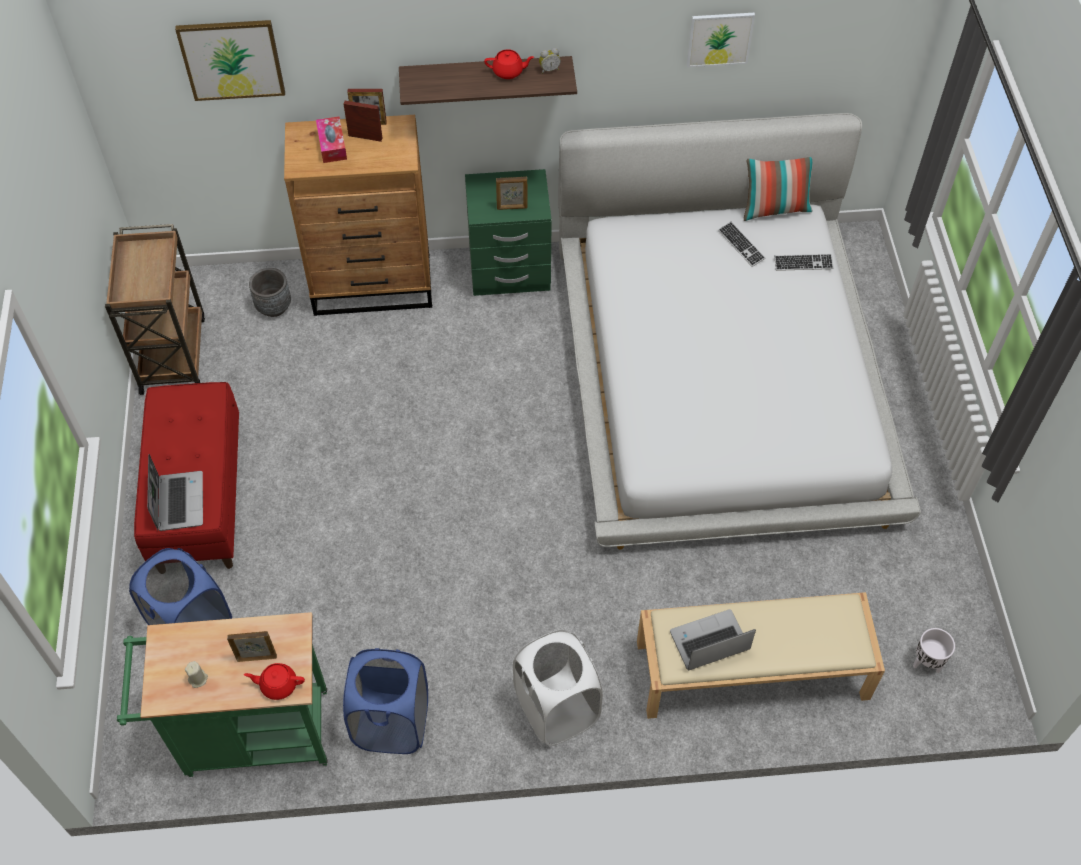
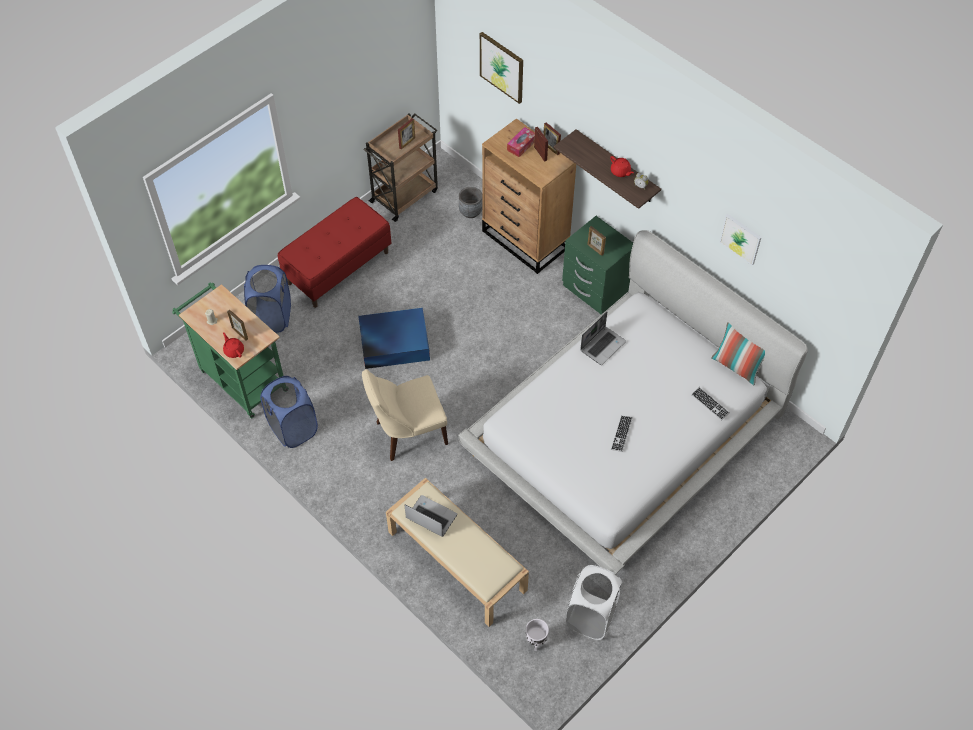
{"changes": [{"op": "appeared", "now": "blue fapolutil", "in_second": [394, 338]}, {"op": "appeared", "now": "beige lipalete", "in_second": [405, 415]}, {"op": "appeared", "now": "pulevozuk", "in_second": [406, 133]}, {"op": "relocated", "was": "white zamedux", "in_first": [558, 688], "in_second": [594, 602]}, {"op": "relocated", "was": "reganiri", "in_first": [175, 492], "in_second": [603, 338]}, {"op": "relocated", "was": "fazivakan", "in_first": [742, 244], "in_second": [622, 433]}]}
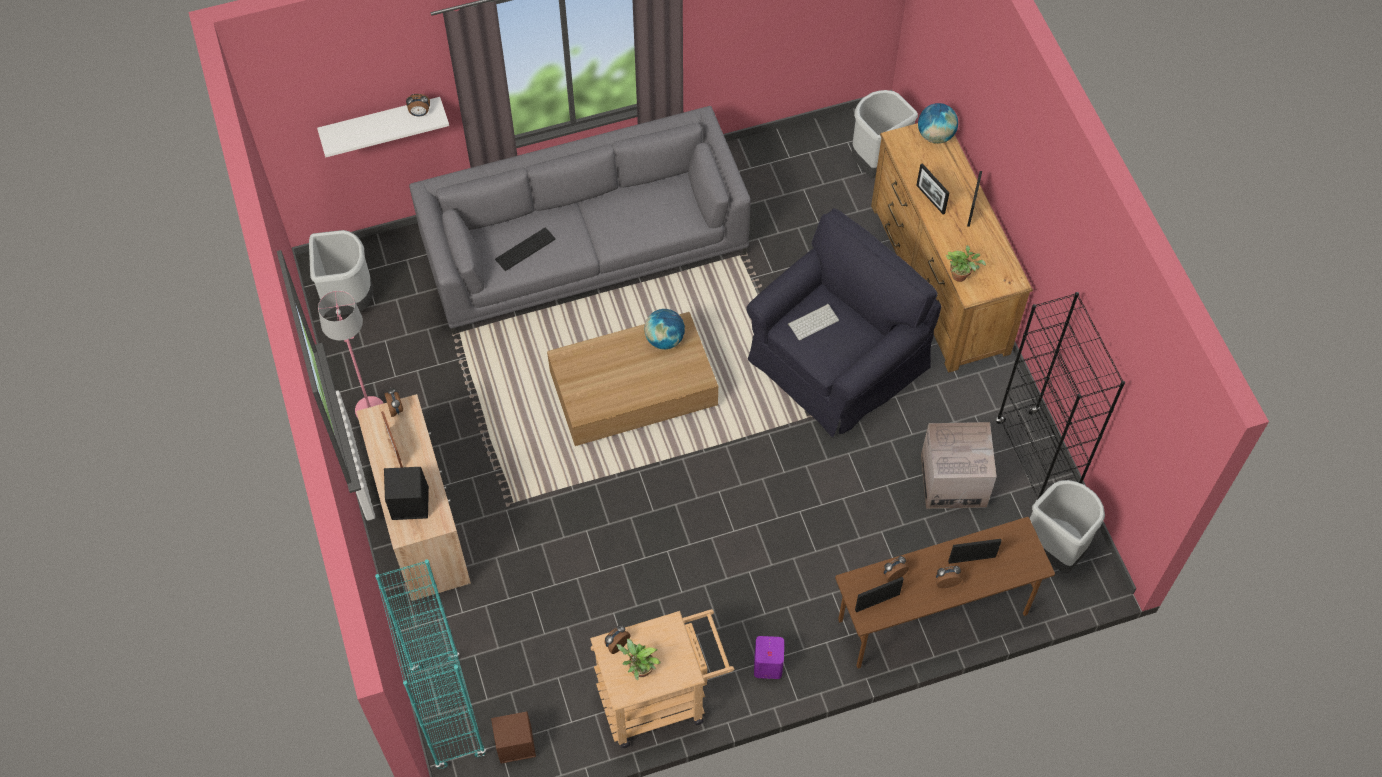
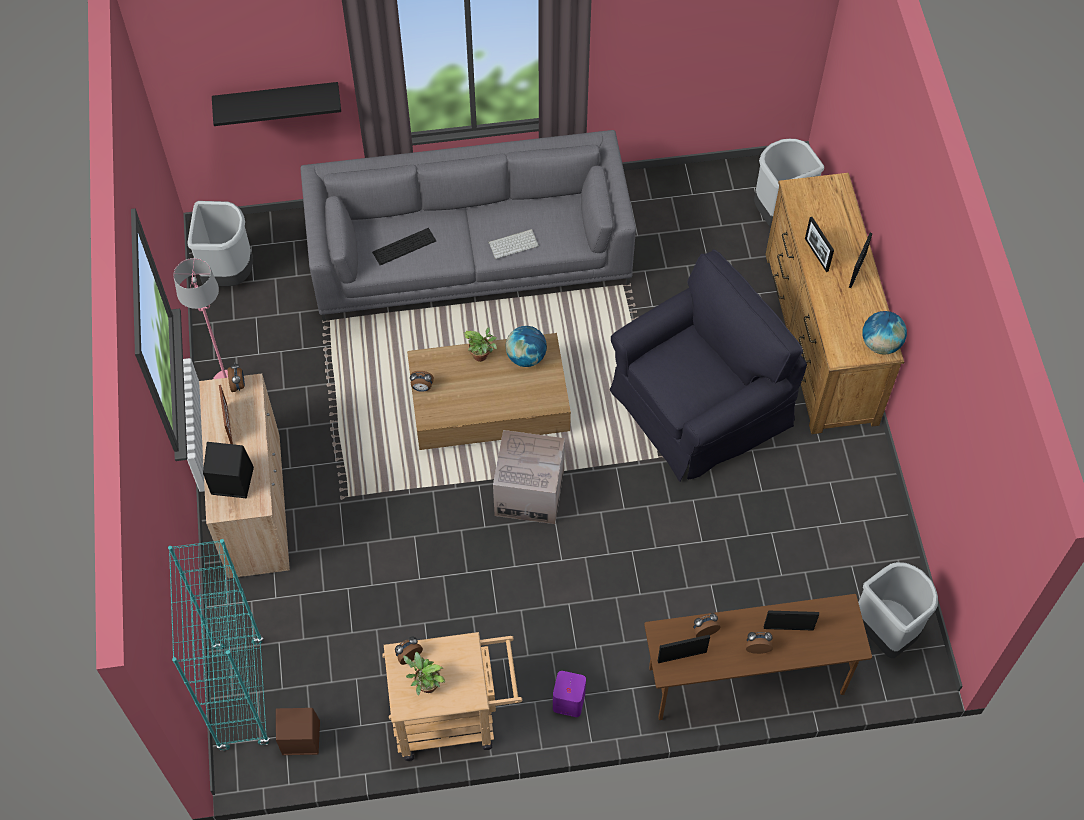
{"changes": [{"op": "colour", "was": "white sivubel", "now": "black sivubel", "in_first": [383, 127], "in_second": [276, 104]}, {"op": "relocated", "was": "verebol", "in_first": [418, 105], "in_second": [422, 381]}, {"op": "relocated", "was": "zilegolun", "in_first": [966, 263], "in_second": [480, 344]}, {"op": "relocated", "was": "fazivakan", "in_first": [813, 322], "in_second": [513, 244]}, {"op": "relocated", "was": "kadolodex", "in_first": [959, 465], "in_second": [529, 477]}, {"op": "relocated", "was": "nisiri", "in_first": [938, 123], "in_second": [884, 333]}, {"op": "missing", "was": "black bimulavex", "in_first": [1060, 397]}]}
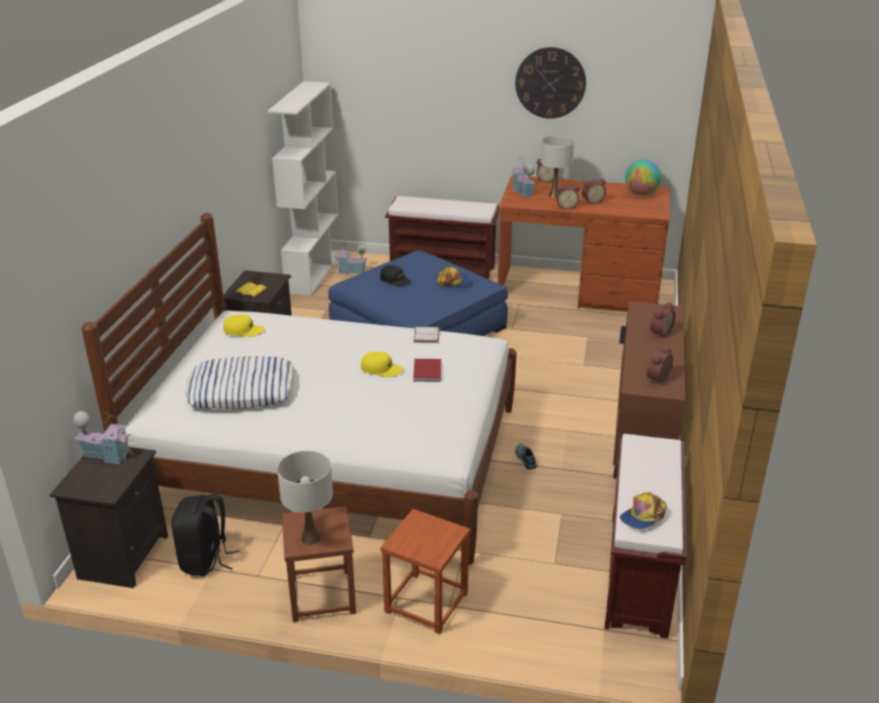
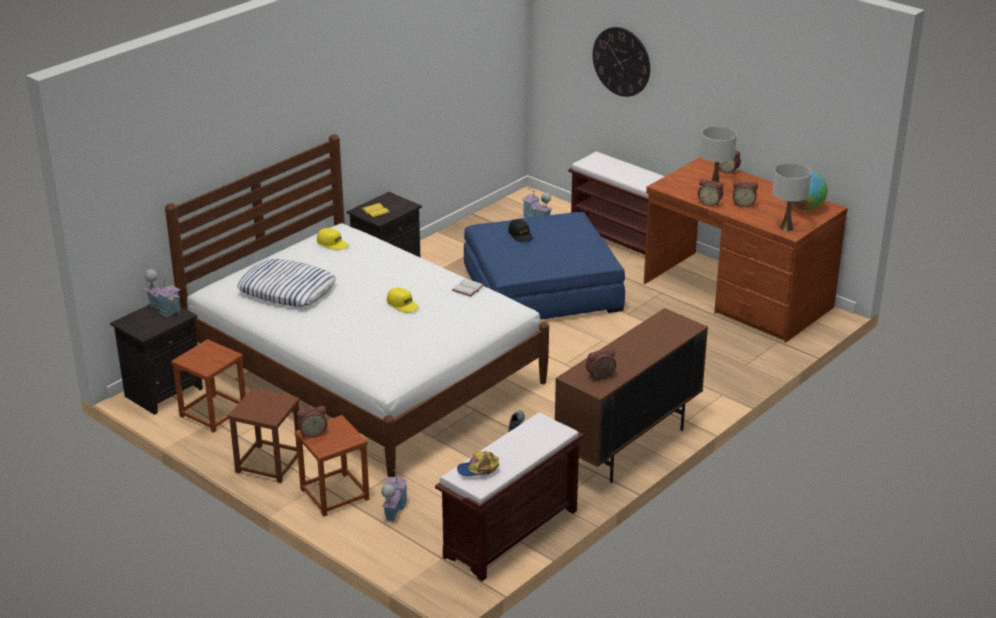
{"changes": [{"op": "exchanged", "was": "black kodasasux", "now": "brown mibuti", "in_first": [205, 535], "in_second": [208, 386]}, {"op": "relocated", "was": "verebol", "in_first": [662, 320], "in_second": [312, 422]}, {"op": "relocated", "was": "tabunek", "in_first": [523, 177], "in_second": [394, 495]}, {"op": "relocated", "was": "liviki", "in_first": [550, 83], "in_second": [621, 62]}, {"op": "relocated", "was": "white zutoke", "in_first": [305, 498], "in_second": [791, 197]}, {"op": "missing", "was": "white bimulavex", "in_first": [303, 188]}, {"op": "missing", "was": "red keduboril", "in_first": [427, 370]}, {"op": "missing", "was": "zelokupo", "in_first": [454, 276]}]}
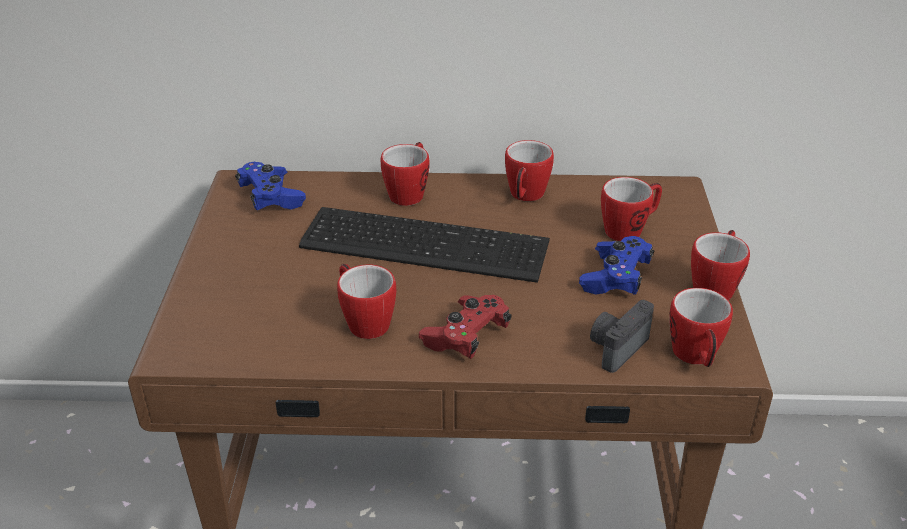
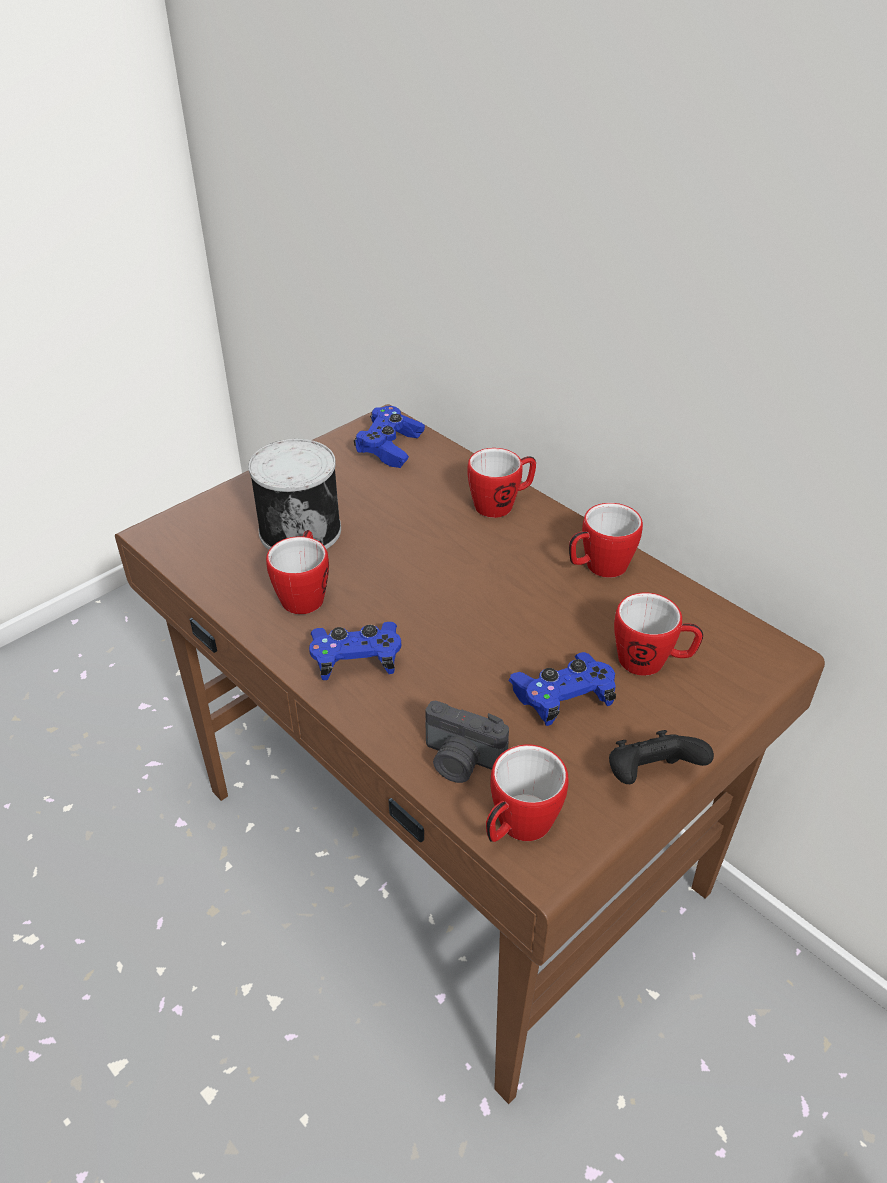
{"changes": [{"op": "appeared", "now": "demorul", "in_second": [294, 494]}, {"op": "colour", "was": "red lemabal", "now": "blue lemabal", "in_first": [465, 327], "in_second": [355, 651]}, {"op": "spun", "was": "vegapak", "in_first": [622, 336], "in_second": [467, 741], "clockwise": -150}, {"op": "exchanged", "was": "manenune", "now": "black lemabal", "in_first": [720, 265], "in_second": [661, 757]}, {"op": "missing", "was": "fazivakan", "in_first": [424, 245]}]}
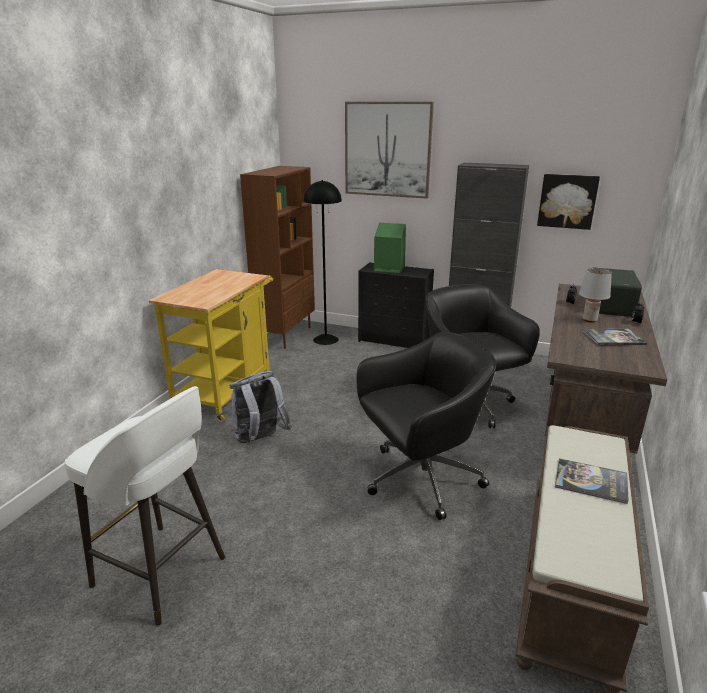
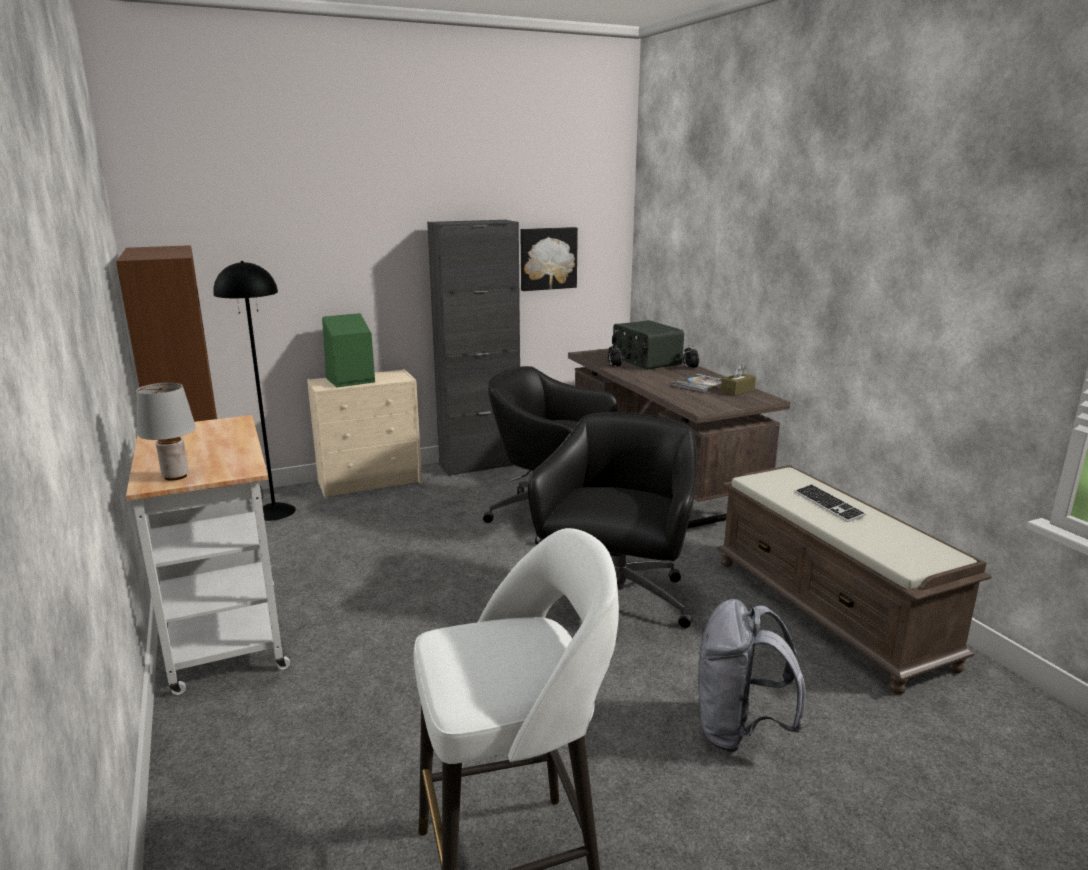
{"changes": [{"op": "colour", "was": "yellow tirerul", "now": "white tirerul", "in_first": [211, 345], "in_second": [208, 555]}, {"op": "relocated", "was": "grey zutoke", "in_first": [595, 295], "in_second": [166, 431]}, {"op": "colour", "was": "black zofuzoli", "now": "beige zofuzoli", "in_first": [396, 305], "in_second": [364, 434]}, {"op": "relocated", "was": "grey kodasasux", "in_first": [261, 407], "in_second": [752, 675]}, {"op": "appeared", "now": "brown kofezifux", "in_second": [738, 380]}, {"op": "exchanged", "was": "keduboril", "now": "fazivakan", "in_first": [592, 481], "in_second": [830, 503]}, {"op": "missing", "was": "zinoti", "in_first": [389, 150]}]}
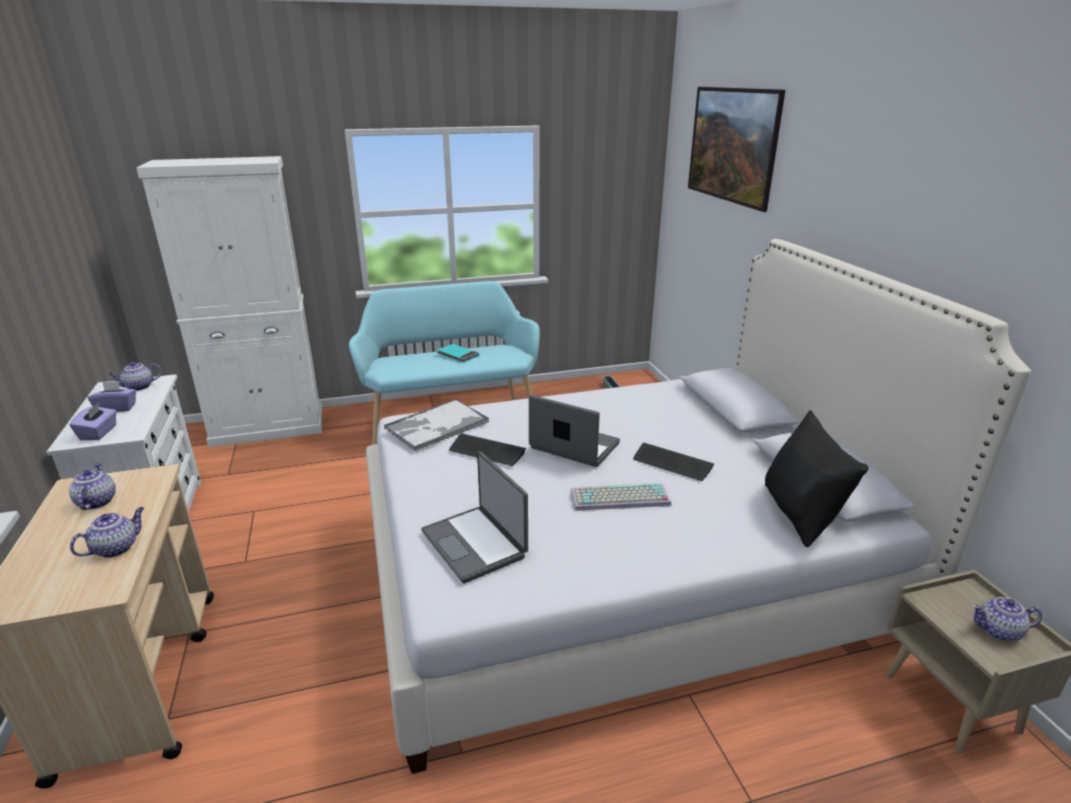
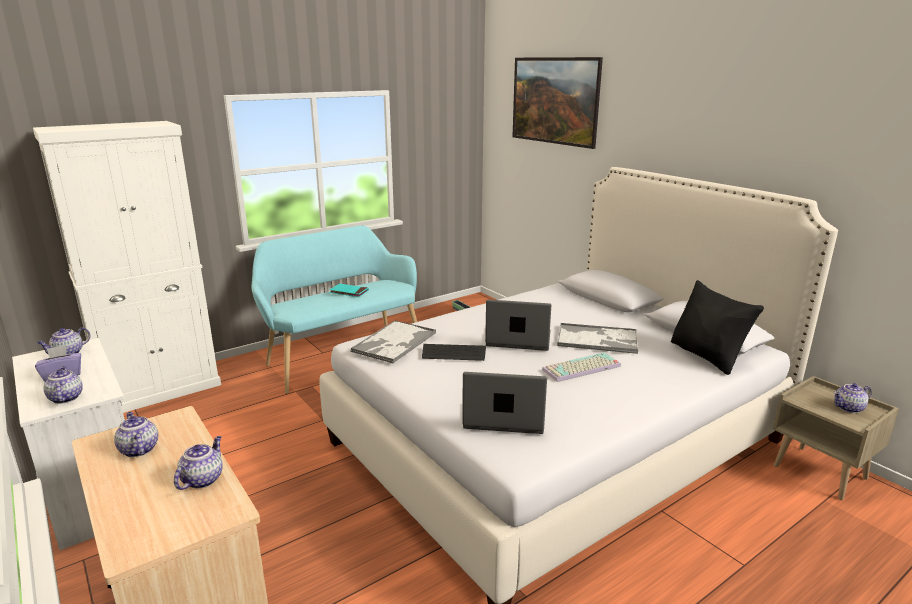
{"changes": [{"op": "exchanged", "was": "purple kofezifux", "now": "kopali", "in_first": [93, 421], "in_second": [63, 385]}, {"op": "spun", "was": "reganiri", "in_first": [474, 517], "in_second": [504, 403], "clockwise": 150}, {"op": "exchanged", "was": "fazivakan", "now": "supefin", "in_first": [673, 461], "in_second": [597, 338]}]}
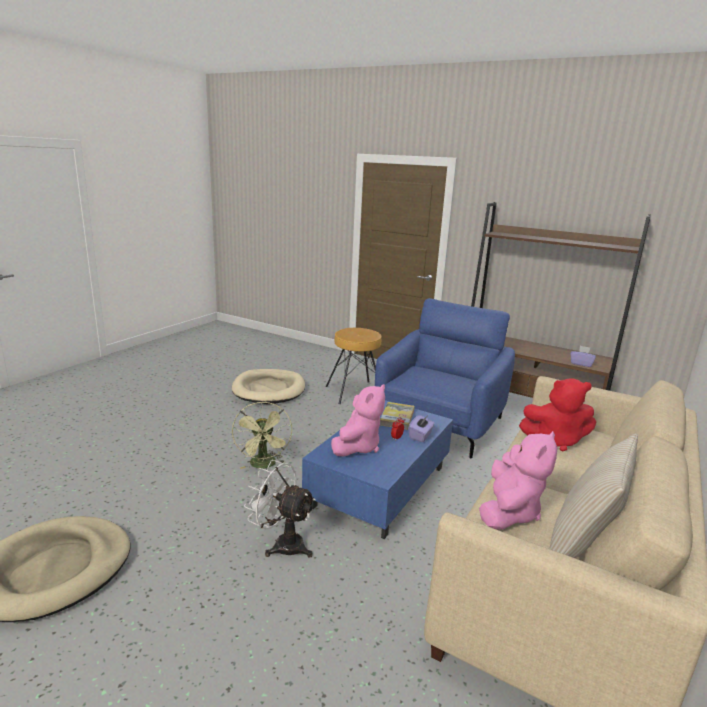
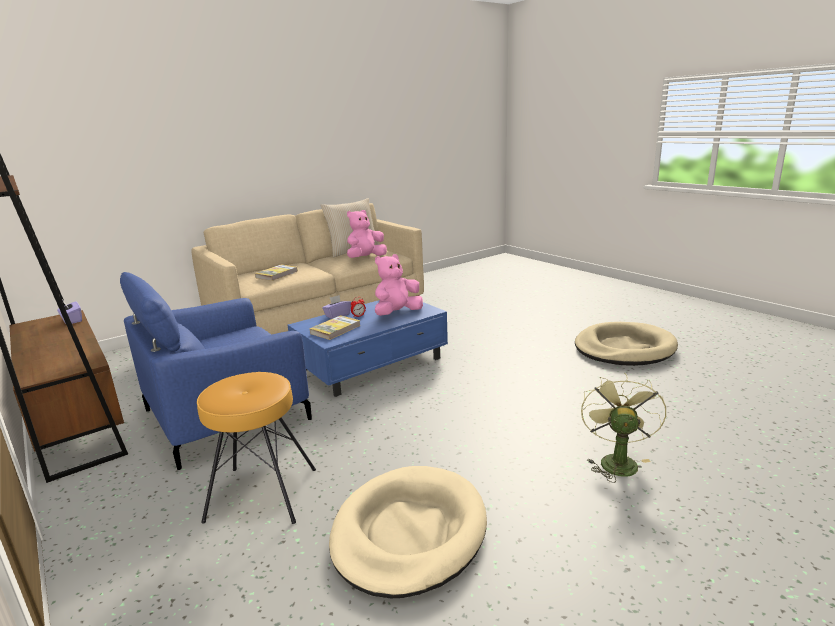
{"changes": [{"op": "exchanged", "was": "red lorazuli", "now": "keduboril", "in_first": [557, 415], "in_second": [276, 272]}, {"op": "relocated", "was": "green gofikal", "in_first": [262, 435], "in_second": [623, 428]}, {"op": "missing", "was": "white gofikal", "in_first": [280, 509]}]}
